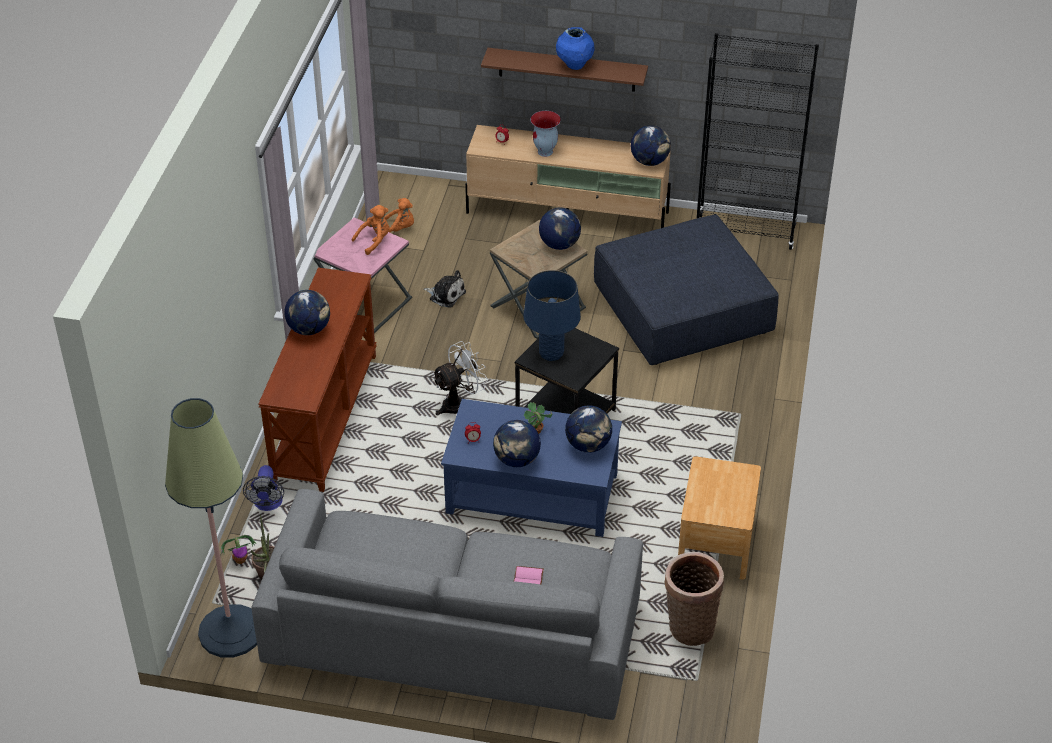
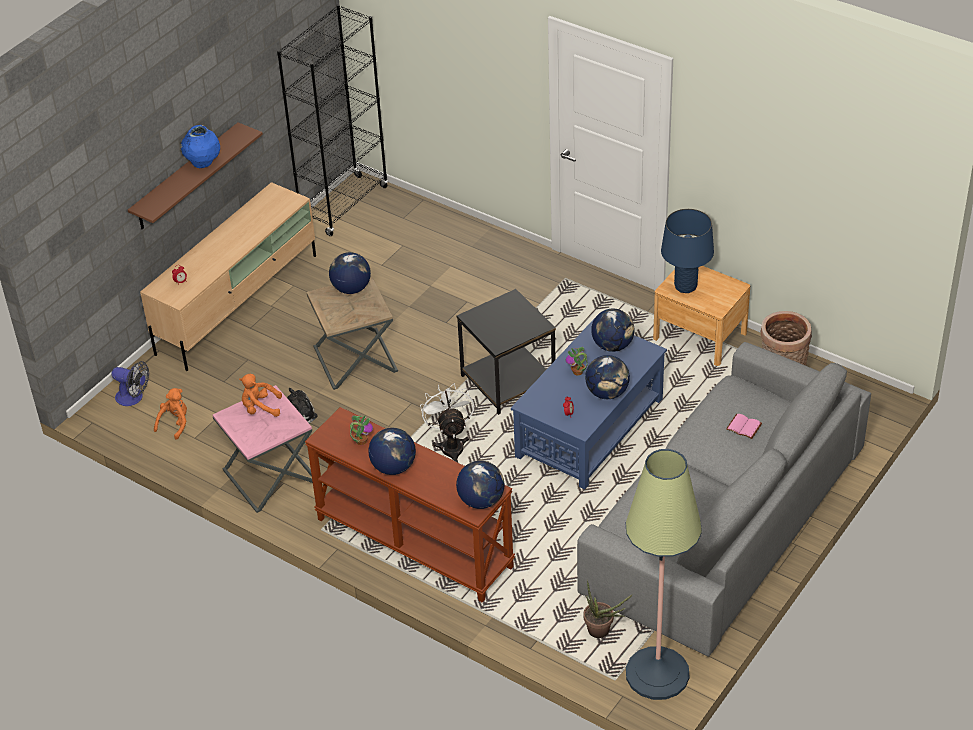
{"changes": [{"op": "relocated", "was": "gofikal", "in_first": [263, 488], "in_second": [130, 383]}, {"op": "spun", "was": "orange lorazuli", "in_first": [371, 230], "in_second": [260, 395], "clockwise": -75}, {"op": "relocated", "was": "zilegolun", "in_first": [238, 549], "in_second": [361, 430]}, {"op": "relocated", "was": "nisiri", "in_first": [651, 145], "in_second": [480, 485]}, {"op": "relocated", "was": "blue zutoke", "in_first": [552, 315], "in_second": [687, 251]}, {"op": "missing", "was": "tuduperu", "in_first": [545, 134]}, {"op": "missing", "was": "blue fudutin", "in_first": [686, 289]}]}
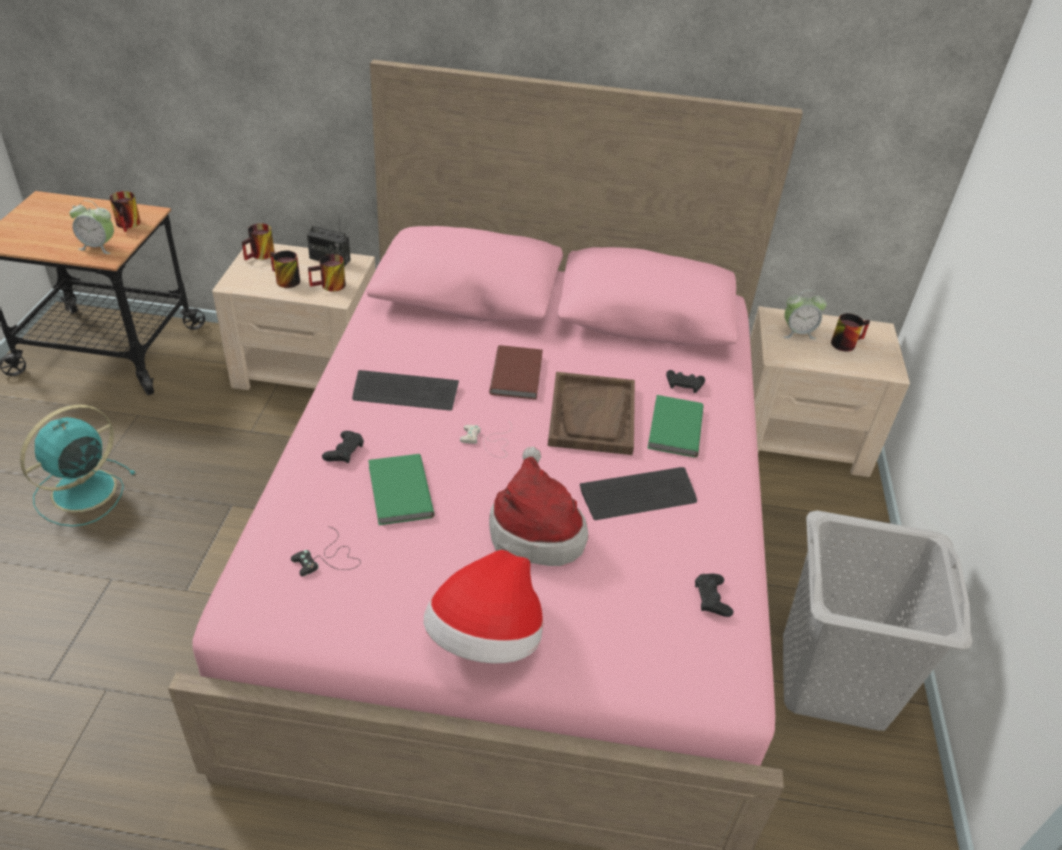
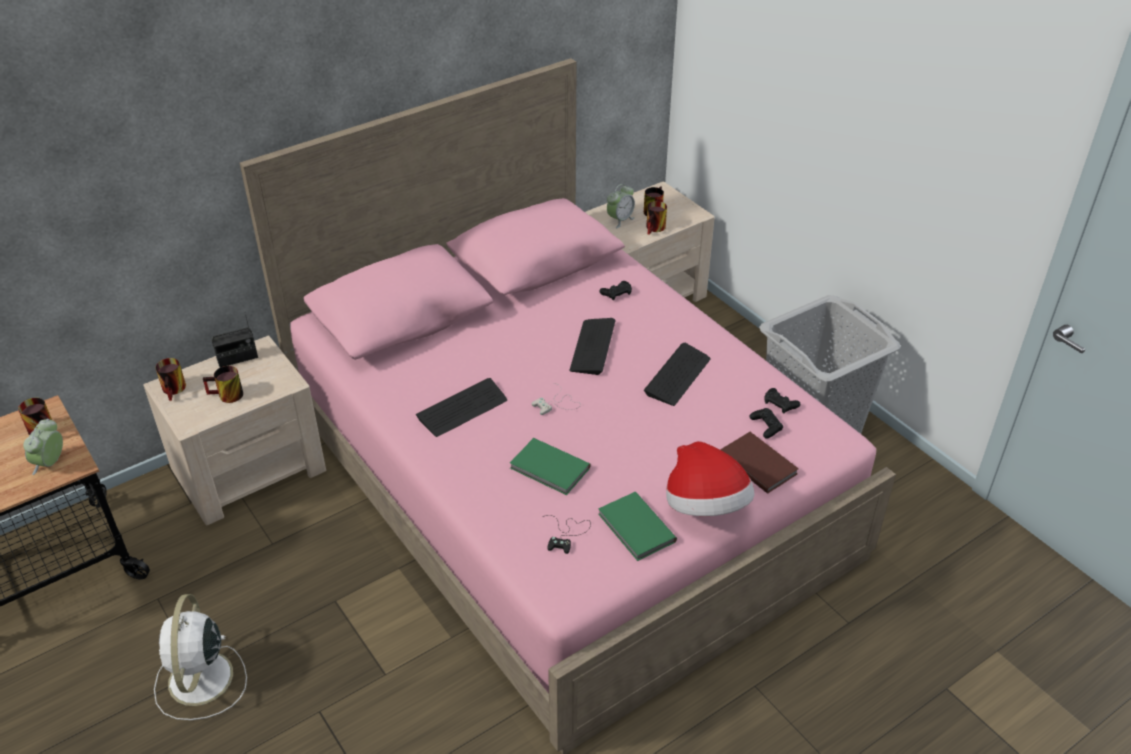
{"changes": [{"op": "spun", "was": "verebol", "in_first": [91, 227], "in_second": [43, 447], "clockwise": 135}, {"op": "colour", "was": "turquoise gofikal", "now": "white gofikal", "in_first": [77, 465], "in_second": [200, 657]}, {"op": "exchanged", "was": "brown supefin", "now": "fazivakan", "in_first": [591, 413], "in_second": [592, 346]}, {"op": "relocated", "was": "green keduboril", "in_first": [675, 426], "in_second": [637, 526]}, {"op": "relocated", "was": "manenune", "in_first": [327, 273], "in_second": [656, 218]}, {"op": "relocated", "was": "brown keduboril", "in_first": [516, 372], "in_second": [759, 463]}, {"op": "relocated", "was": "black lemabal", "in_first": [343, 447], "in_second": [766, 423]}, {"op": "missing", "was": "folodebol", "in_first": [538, 506]}]}
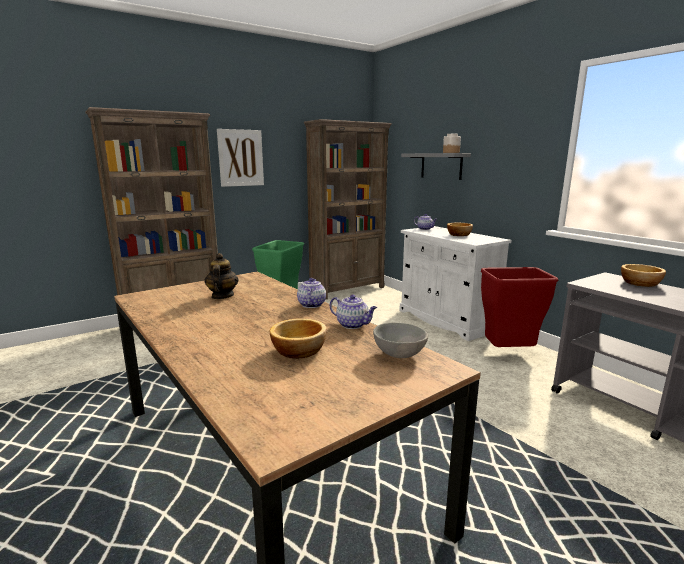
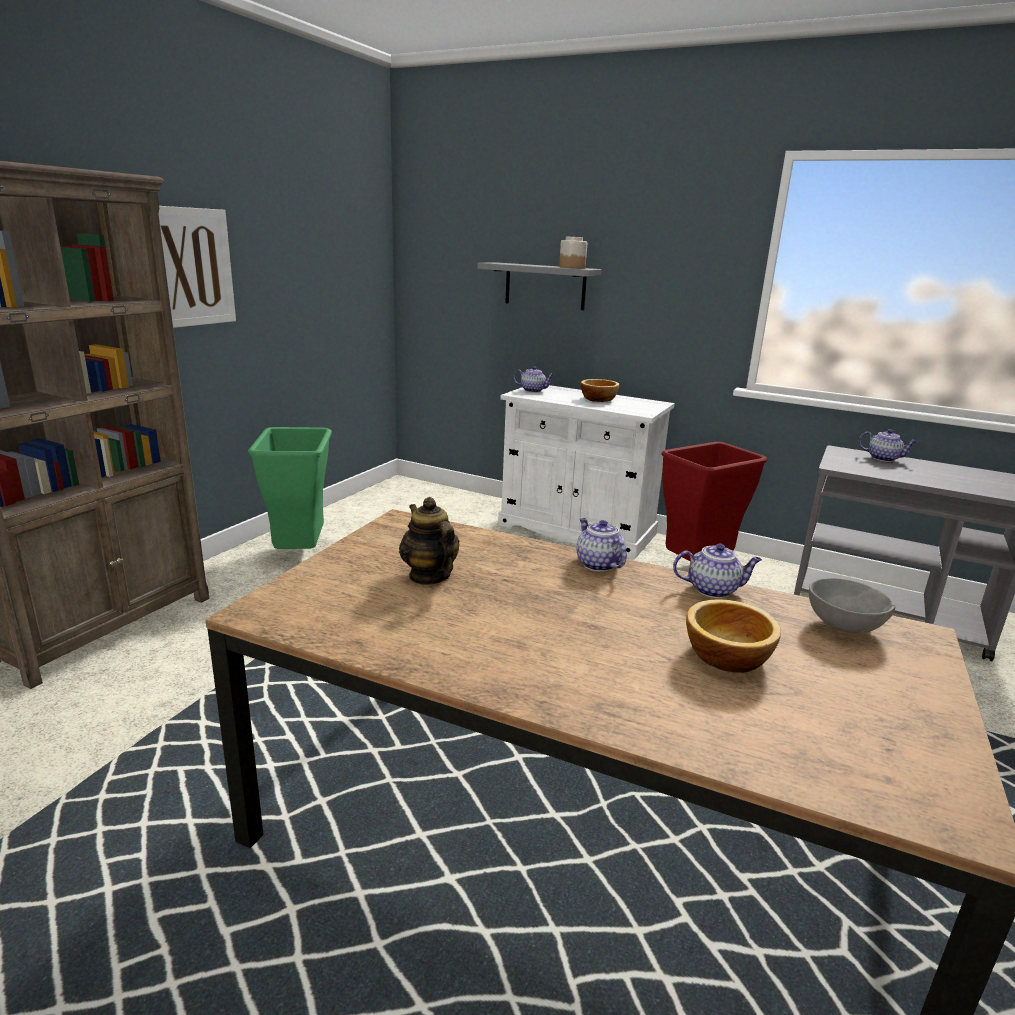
{"changes": [{"op": "exchanged", "was": "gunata", "now": "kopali", "in_first": [643, 275], "in_second": [888, 445]}, {"op": "missing", "was": "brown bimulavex", "in_first": [348, 209]}]}
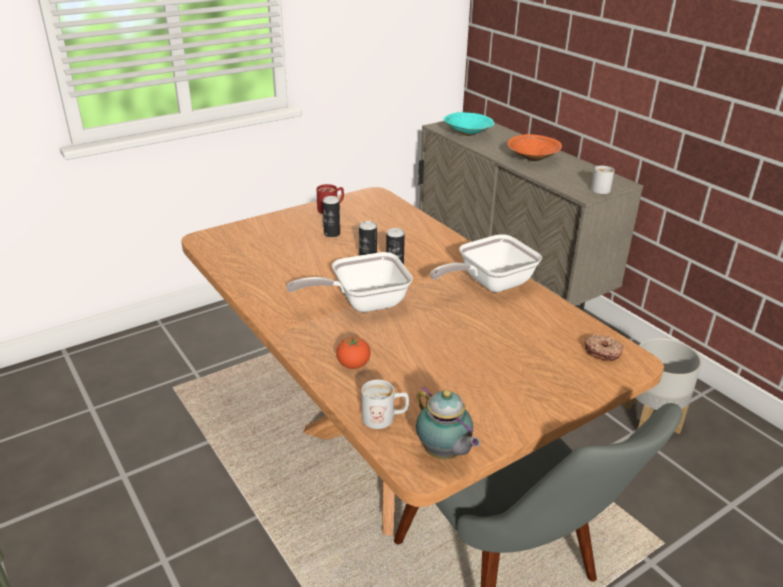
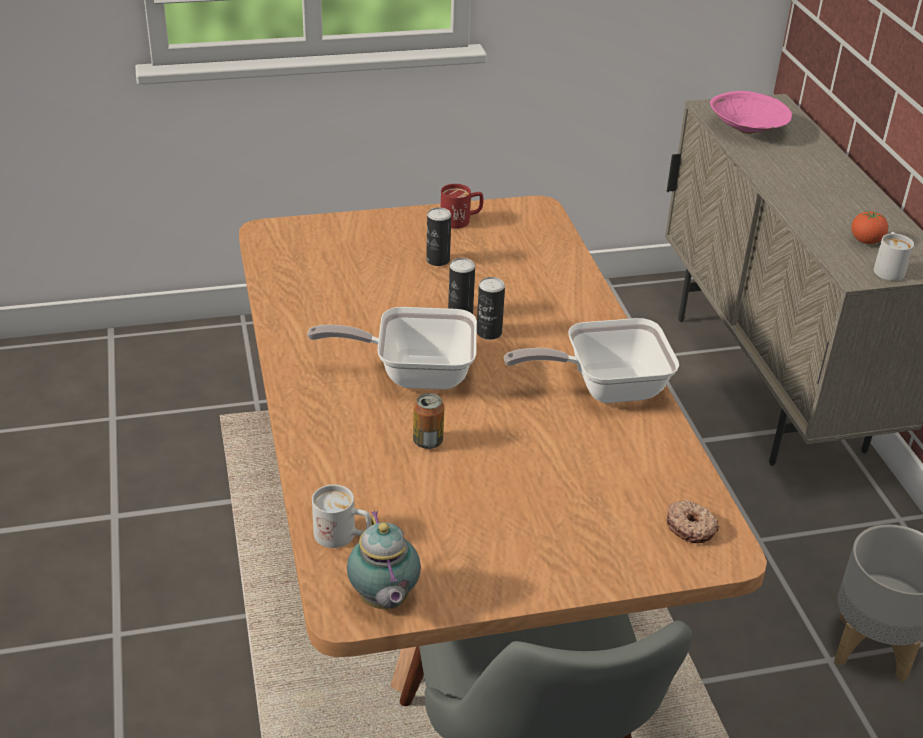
{"changes": [{"op": "appeared", "now": "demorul", "in_second": [428, 421]}, {"op": "colour", "was": "turquoise gunata", "now": "pink gunata", "in_first": [468, 124], "in_second": [751, 112]}, {"op": "relocated", "was": "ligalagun", "in_first": [353, 353], "in_second": [869, 227]}, {"op": "missing", "was": "orange gunata", "in_first": [535, 147]}]}
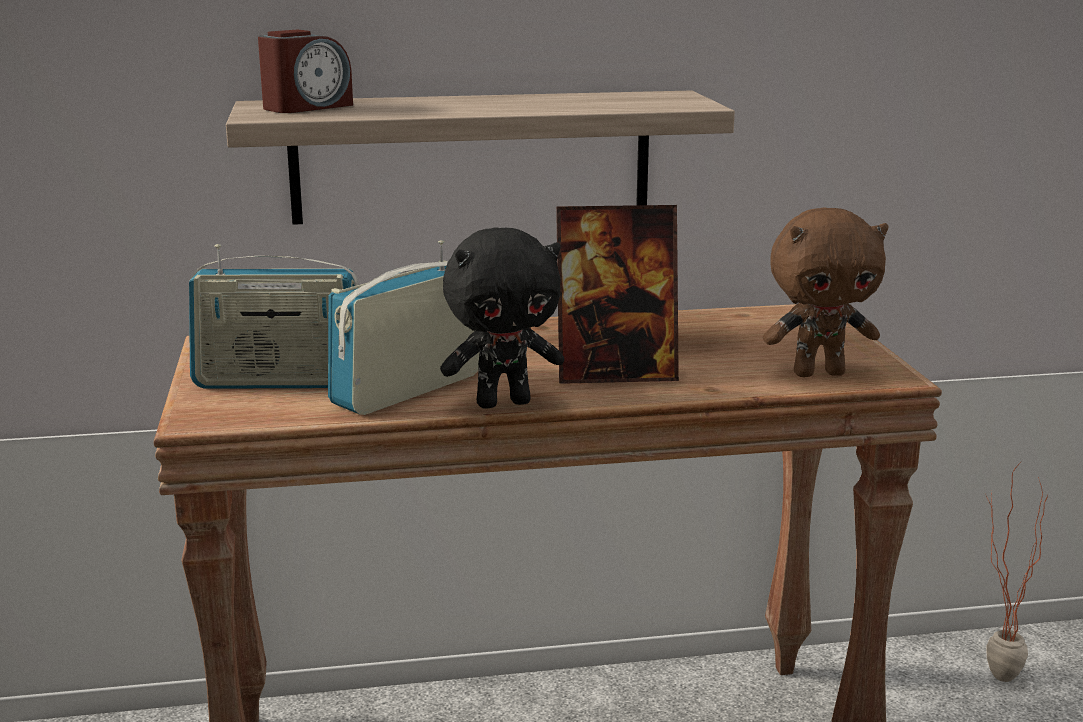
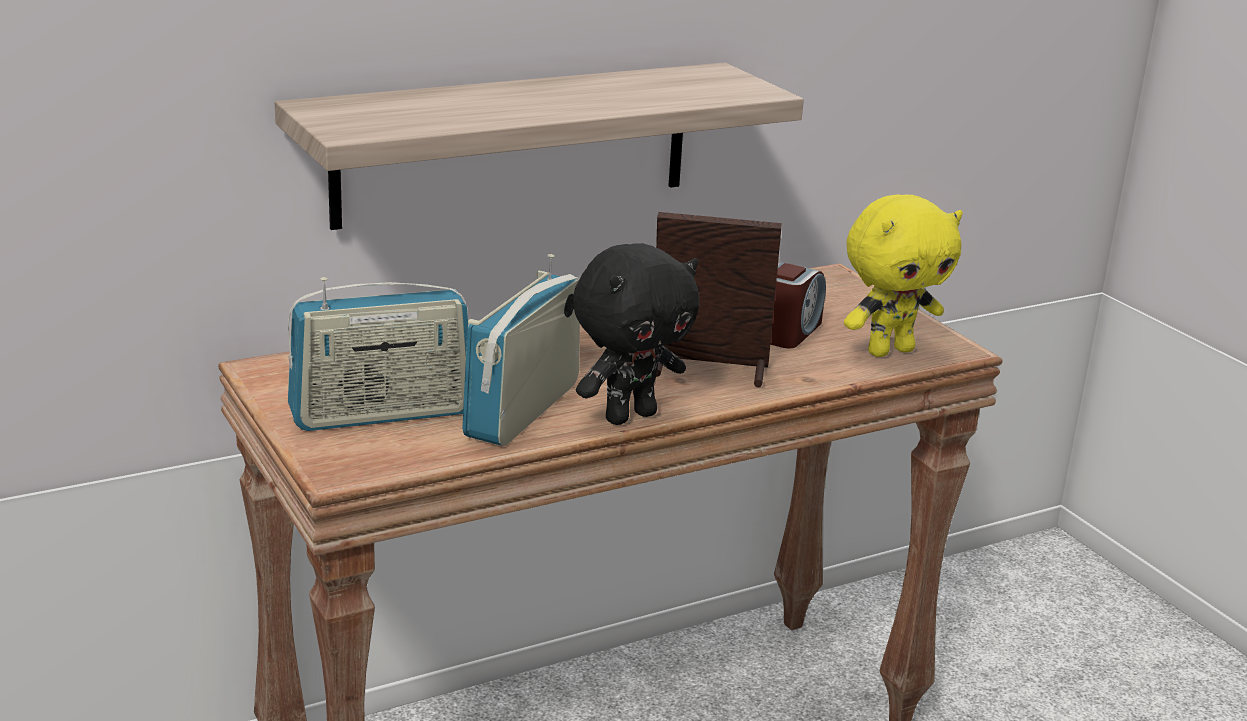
{"changes": [{"op": "spun", "was": "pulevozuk", "in_first": [617, 294], "in_second": [719, 299], "clockwise": -150}, {"op": "relocated", "was": "verebol", "in_first": [305, 71], "in_second": [798, 305]}, {"op": "colour", "was": "brown lorazuli", "now": "yellow lorazuli", "in_first": [825, 292], "in_second": [903, 275]}, {"op": "missing", "was": "zilegolun", "in_first": [1017, 571]}]}
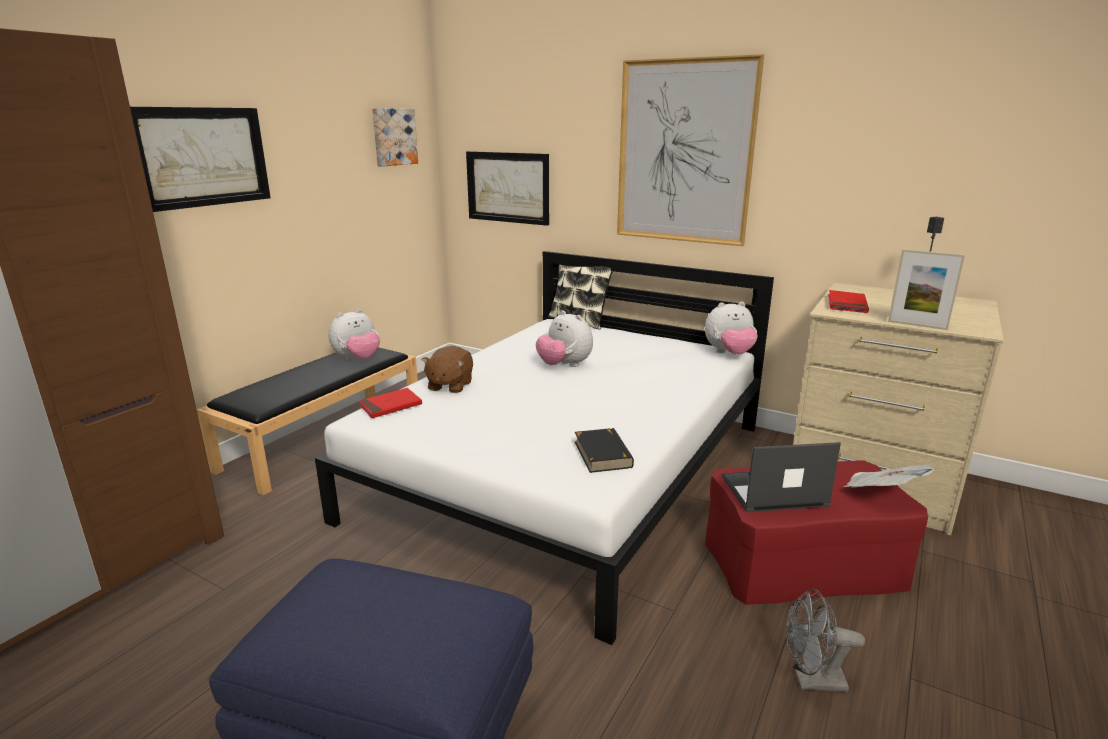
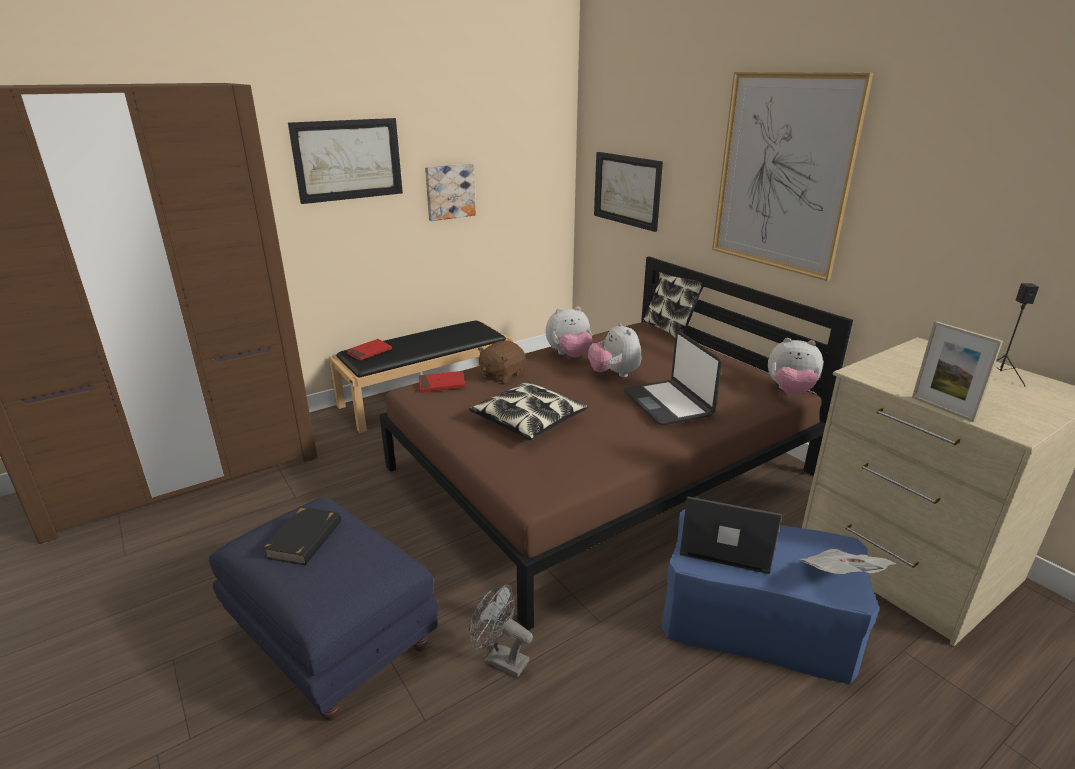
{"changes": [{"op": "relocated", "was": "black keduboril", "in_first": [604, 450], "in_second": [301, 536]}, {"op": "relocated", "was": "red keduboril", "in_first": [848, 301], "in_second": [369, 350]}, {"op": "colour", "was": "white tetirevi", "now": "brown tetirevi", "in_first": [544, 448], "in_second": [616, 443]}, {"op": "relocated", "was": "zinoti", "in_first": [395, 137], "in_second": [450, 192]}, {"op": "appeared", "now": "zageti", "in_second": [529, 410]}, {"op": "relocated", "was": "grey gofikal", "in_first": [825, 640], "in_second": [501, 631]}, {"op": "relocated", "was": "lorazuli", "in_first": [354, 334], "in_second": [569, 332]}, {"op": "appeared", "now": "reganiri", "in_second": [673, 378]}, {"op": "colour", "was": "red fudutin", "now": "blue fudutin", "in_first": [816, 532], "in_second": [770, 596]}]}
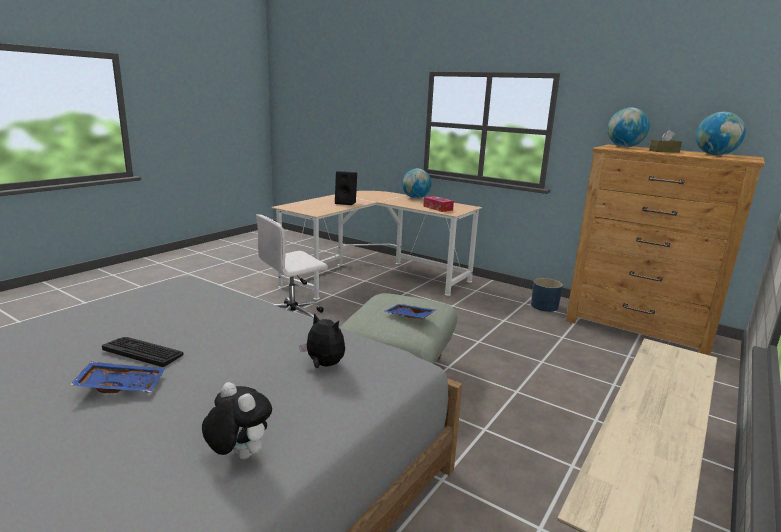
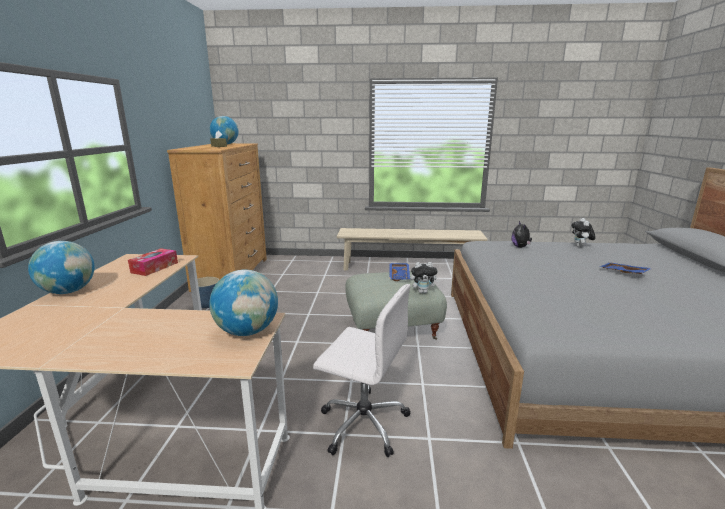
{"changes": [{"op": "relocated", "was": "nisiri", "in_first": [628, 127], "in_second": [243, 302]}, {"op": "appeared", "now": "lorazuli", "in_second": [425, 277]}, {"op": "missing", "was": "fazivakan", "in_first": [143, 352]}, {"op": "missing", "was": "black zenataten", "in_first": [346, 188]}]}
